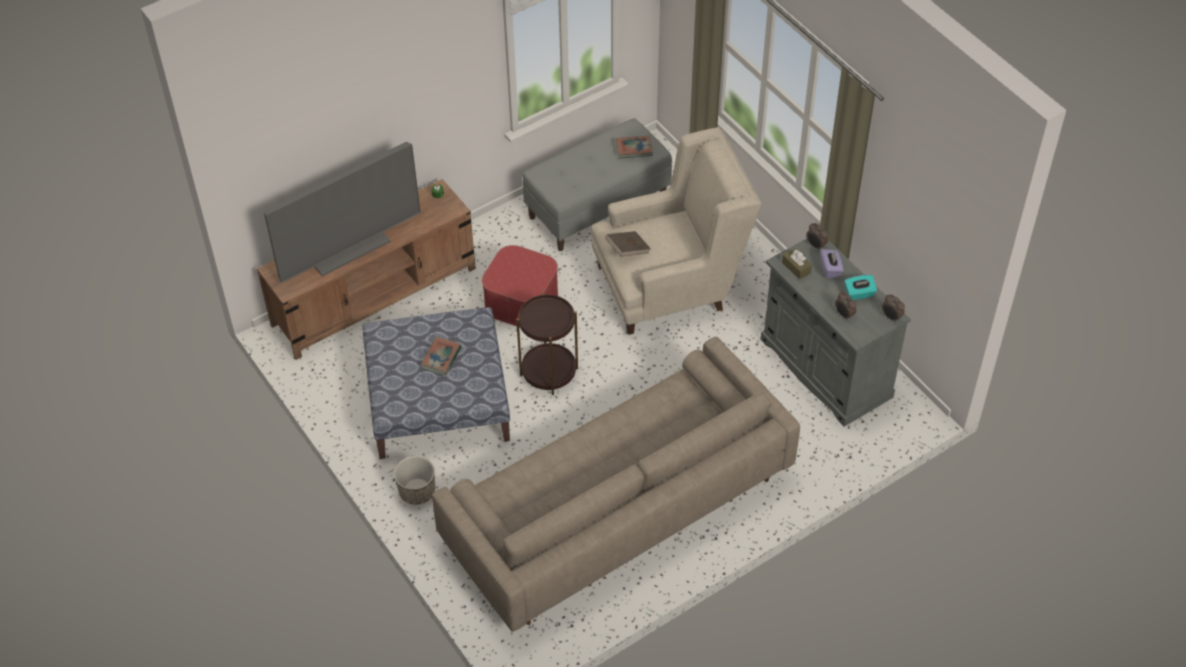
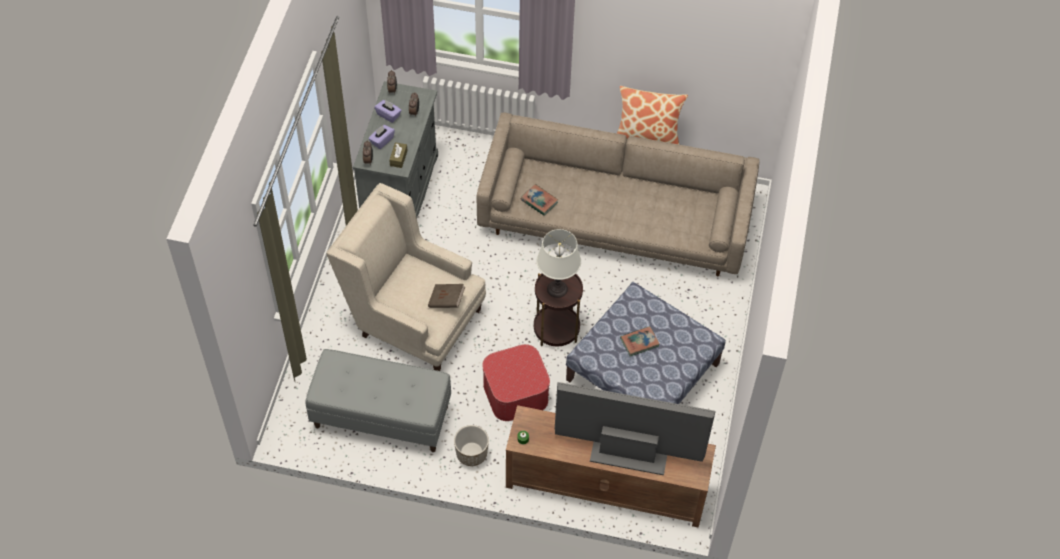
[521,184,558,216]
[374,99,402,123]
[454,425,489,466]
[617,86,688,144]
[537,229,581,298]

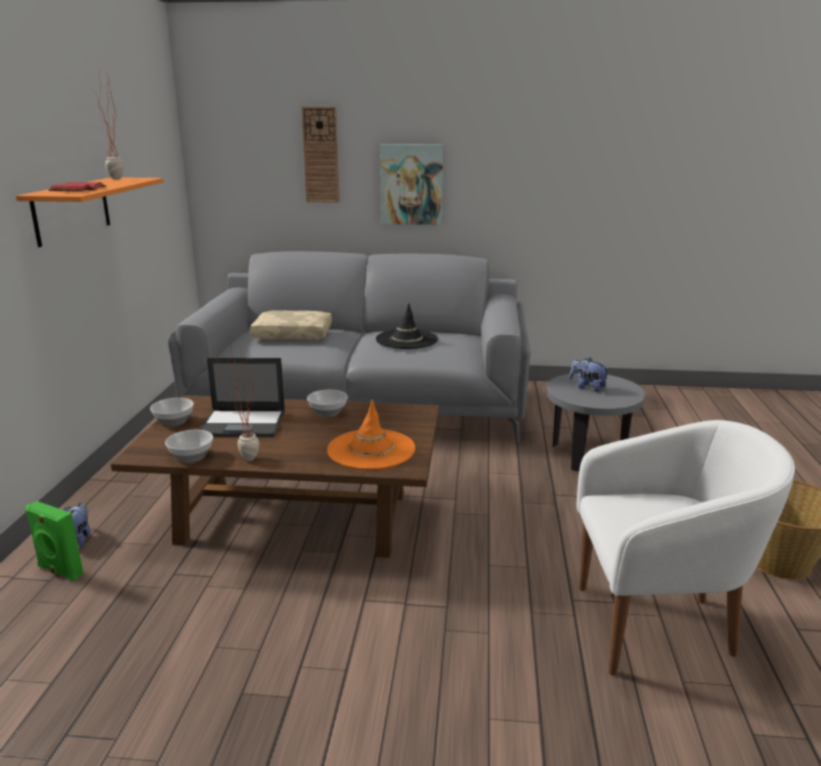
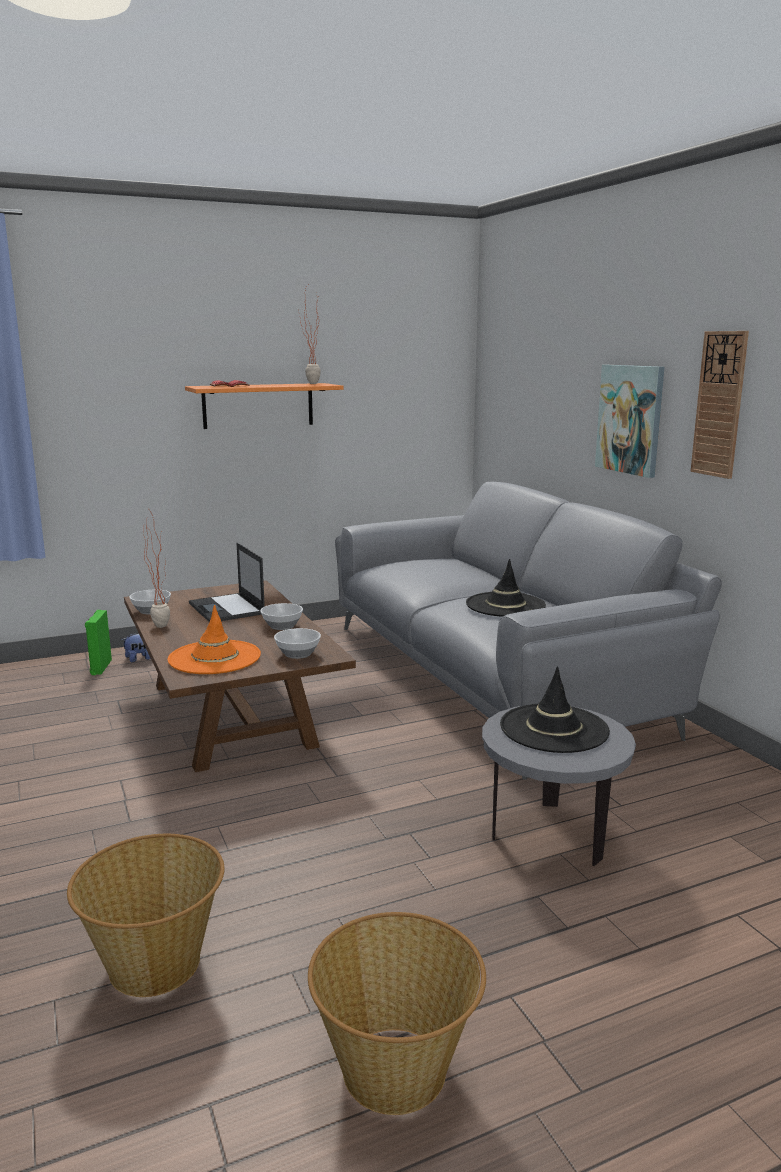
[690,331,749,479]
[250,310,332,340] (first image)
[500,666,610,753]
[274,628,321,659]
[67,834,224,997]

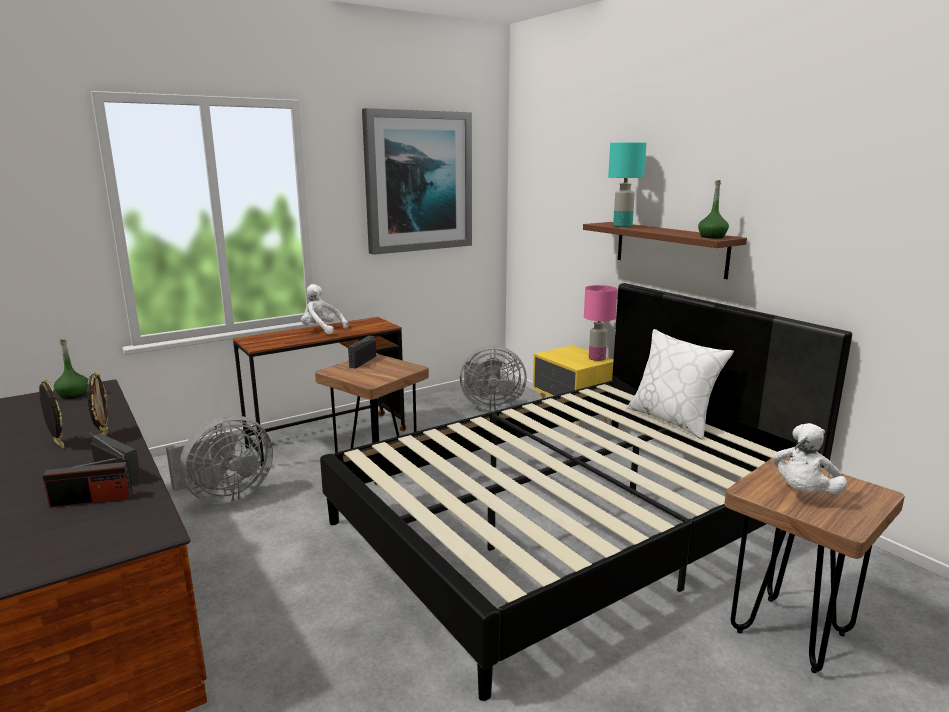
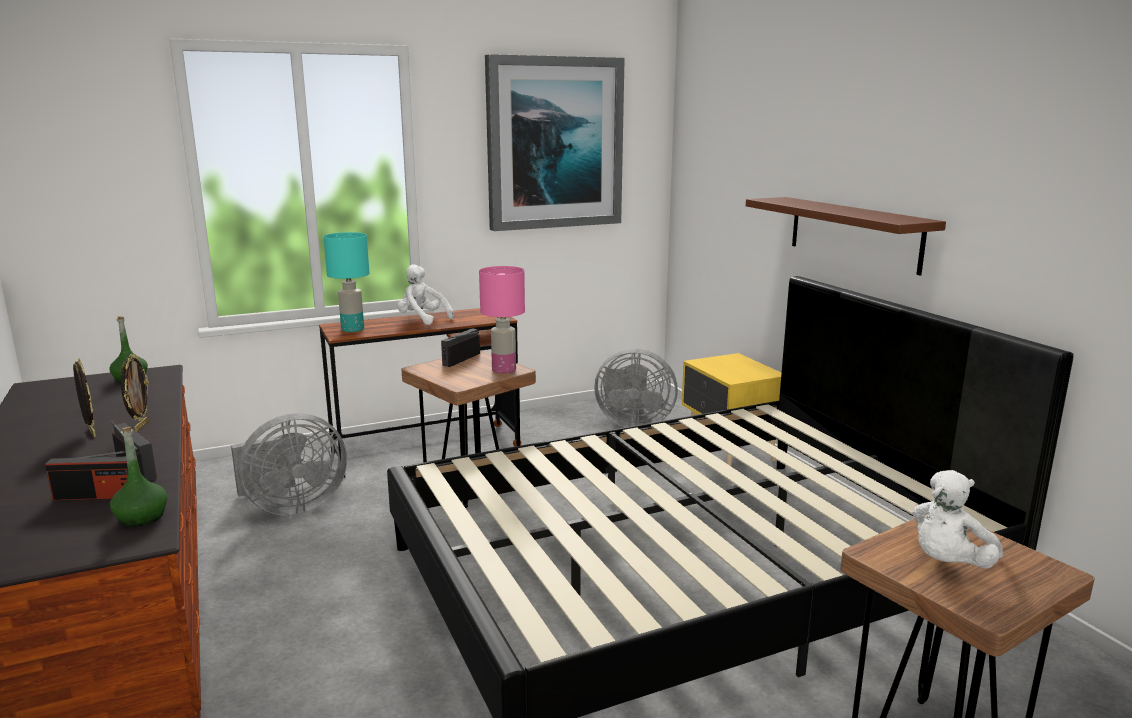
[323,232,370,332]
[110,427,168,527]
[479,266,525,373]
[627,329,734,440] (first image)

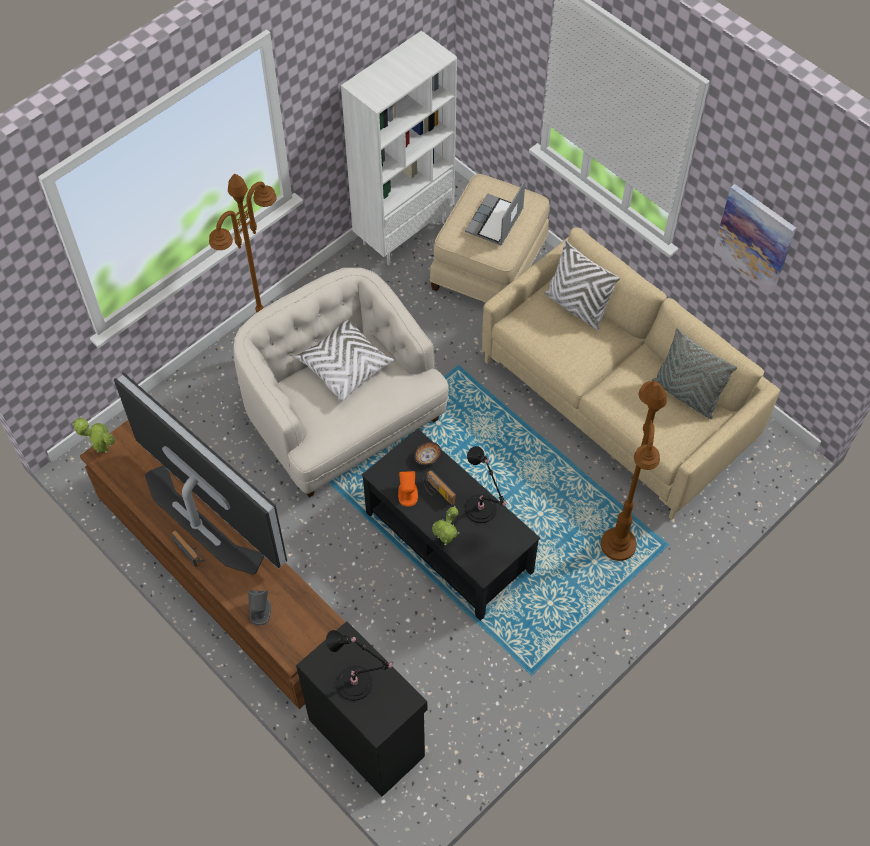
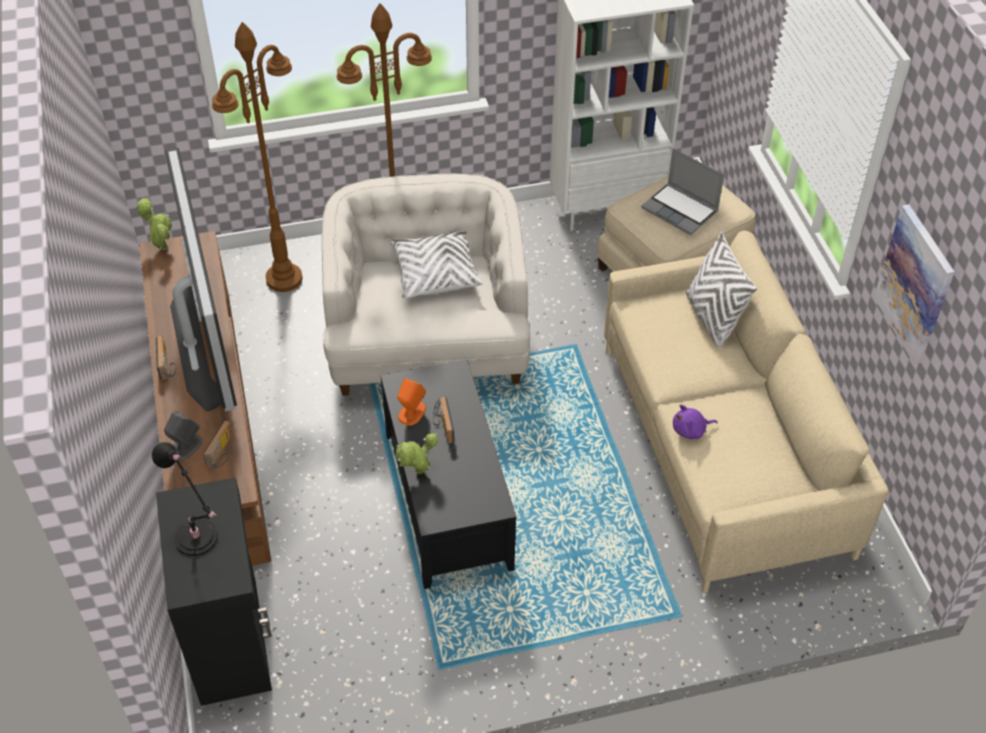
[641,148,724,235]
[652,328,737,419] (first image)
[212,22,303,292]
[414,442,441,465] (first image)
[465,446,508,523] (first image)
[673,405,718,439]
[203,420,233,468]

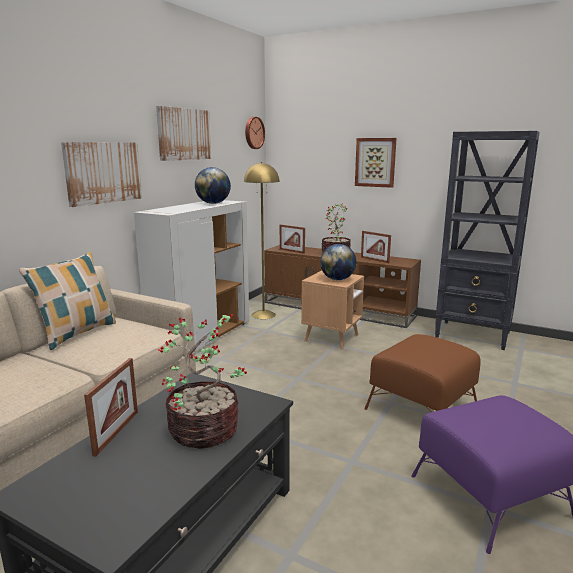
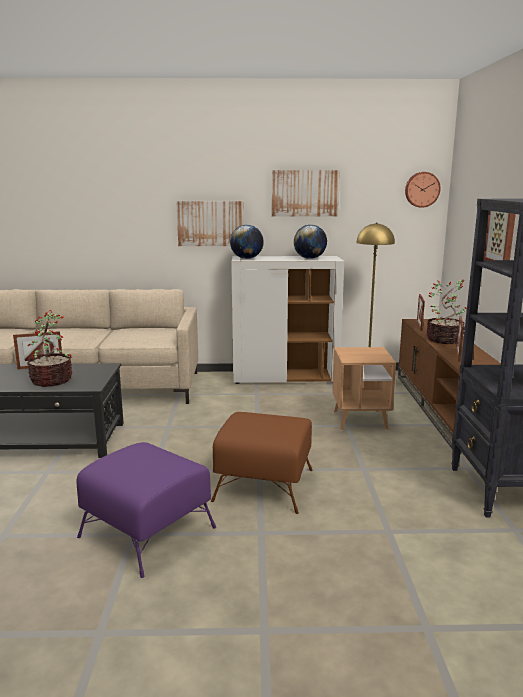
[230,225,264,259]
[19,252,116,350] (first image)

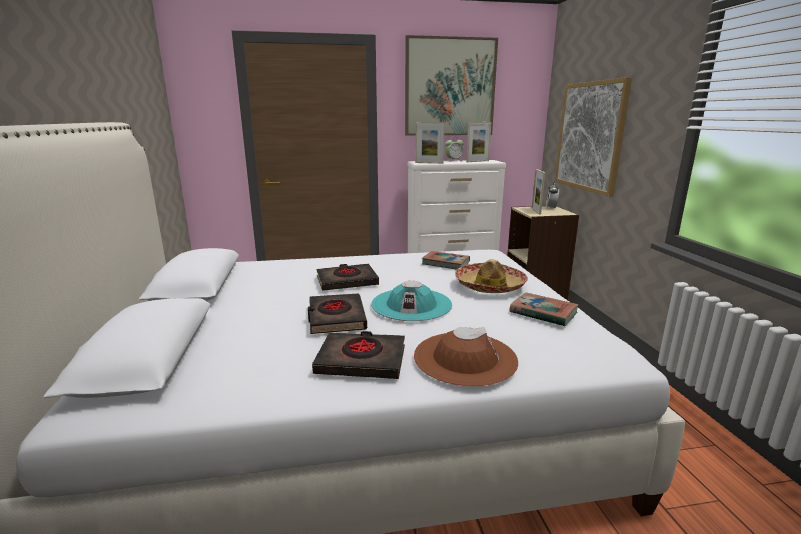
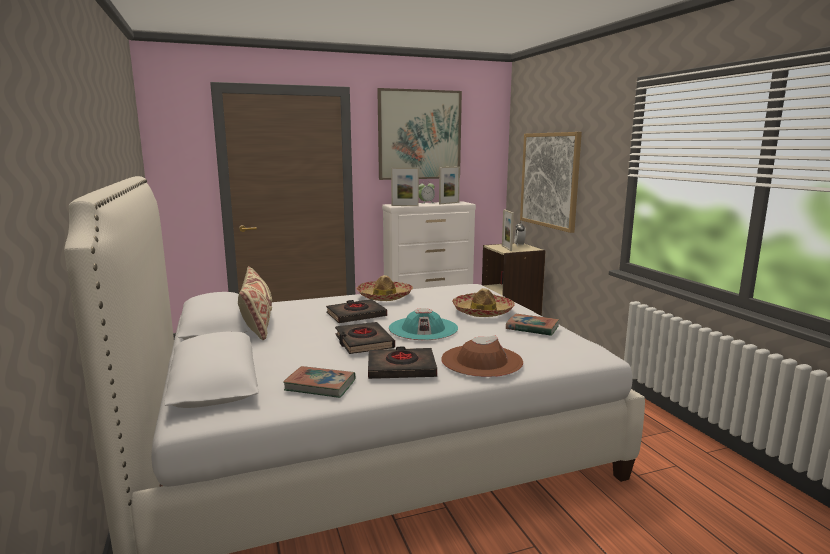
[283,366,355,398]
[238,266,272,340]
[356,275,413,301]

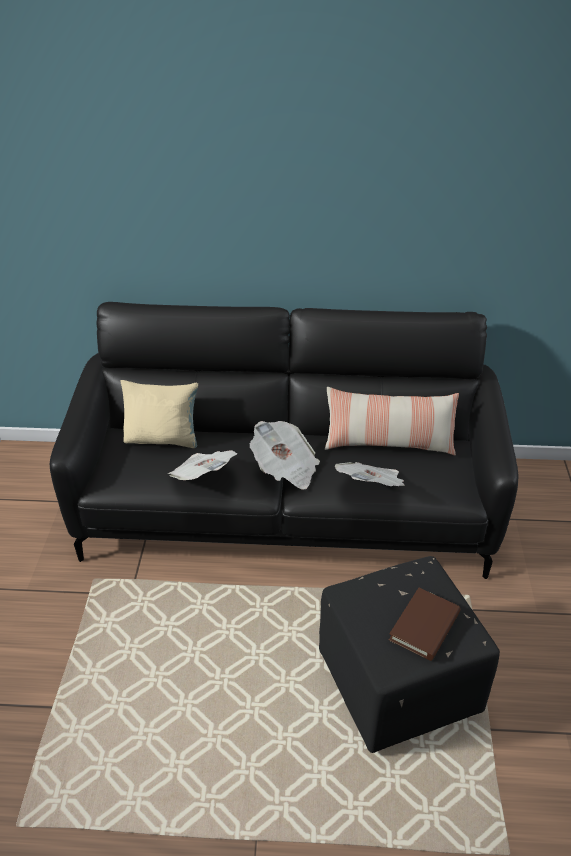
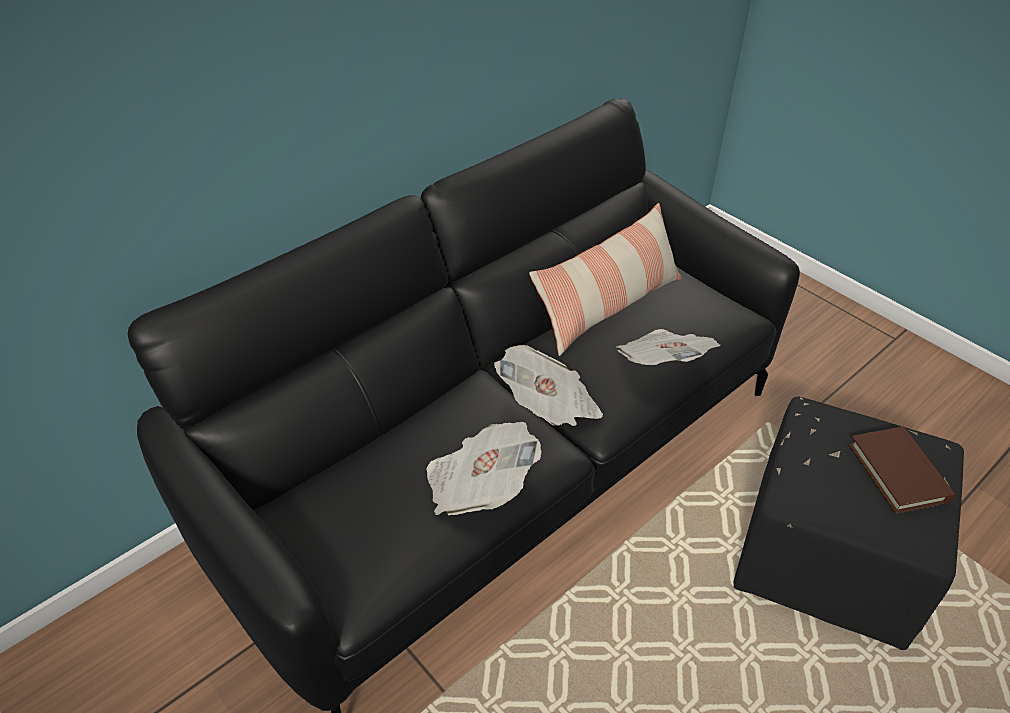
[121,380,198,448] (first image)

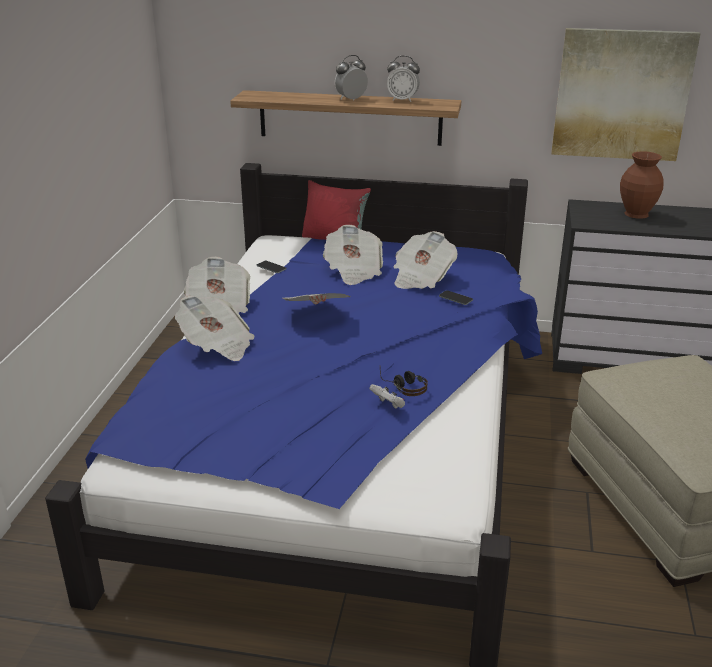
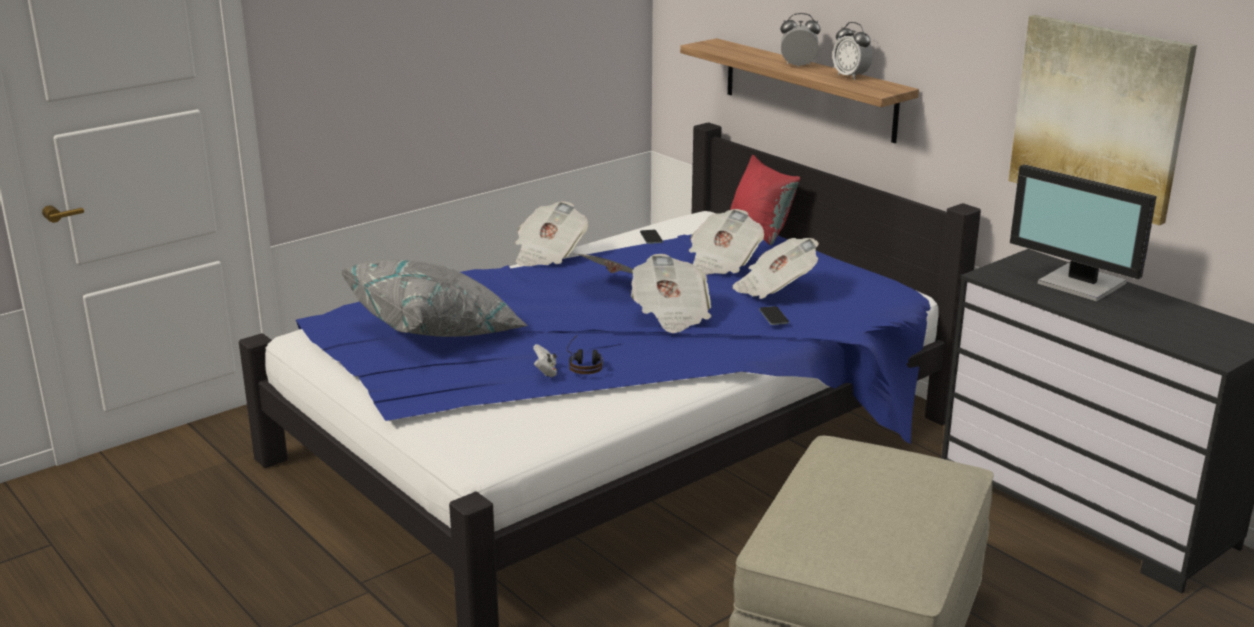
[1010,164,1157,302]
[631,254,711,333]
[340,260,528,337]

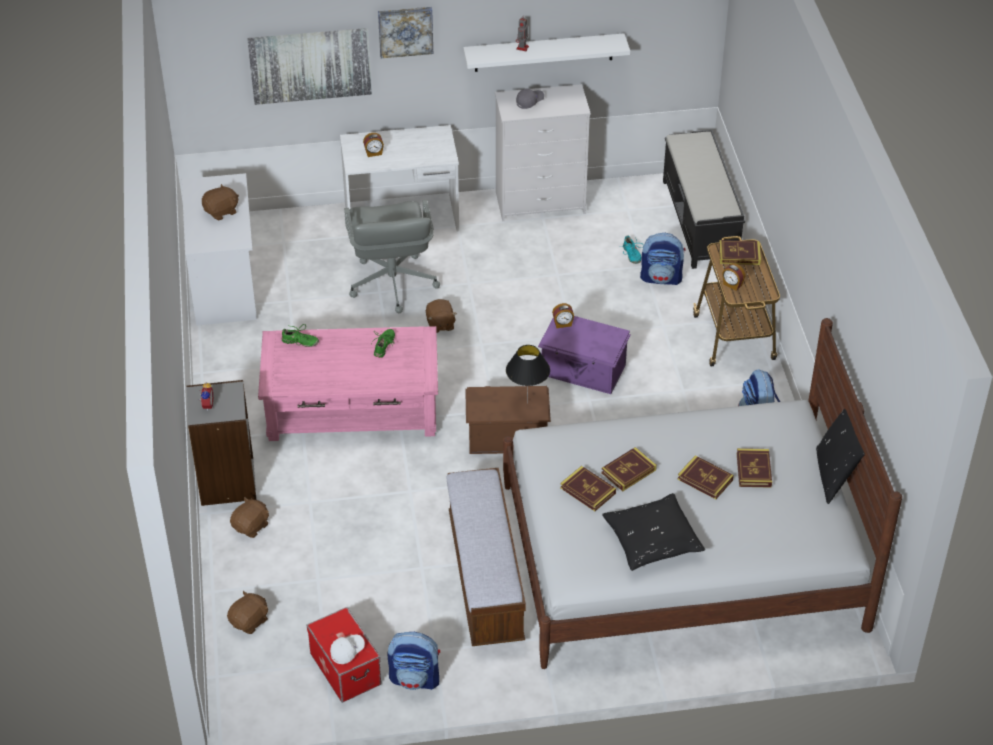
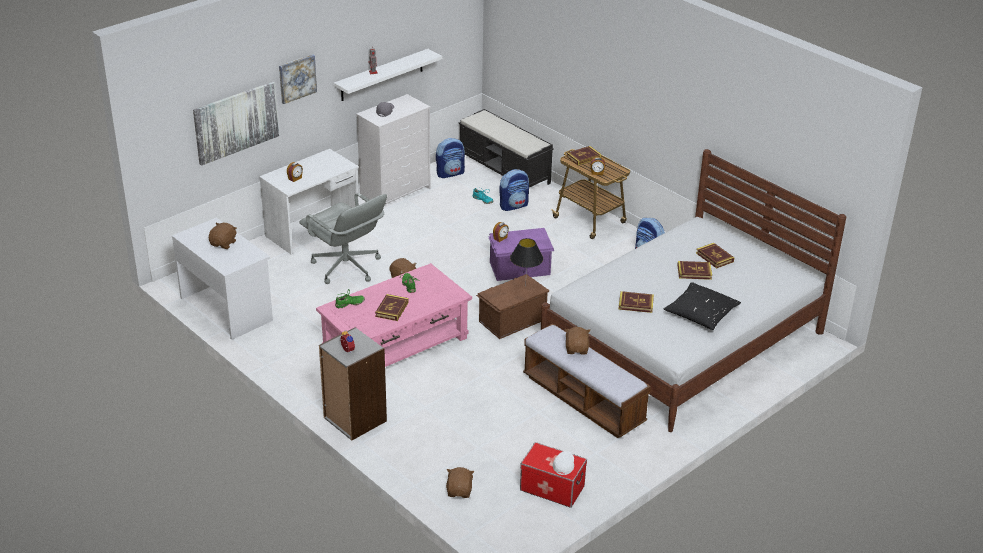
[816,409,865,504] (first image)
[375,294,409,321]
[565,327,591,355]
[436,138,465,178]

